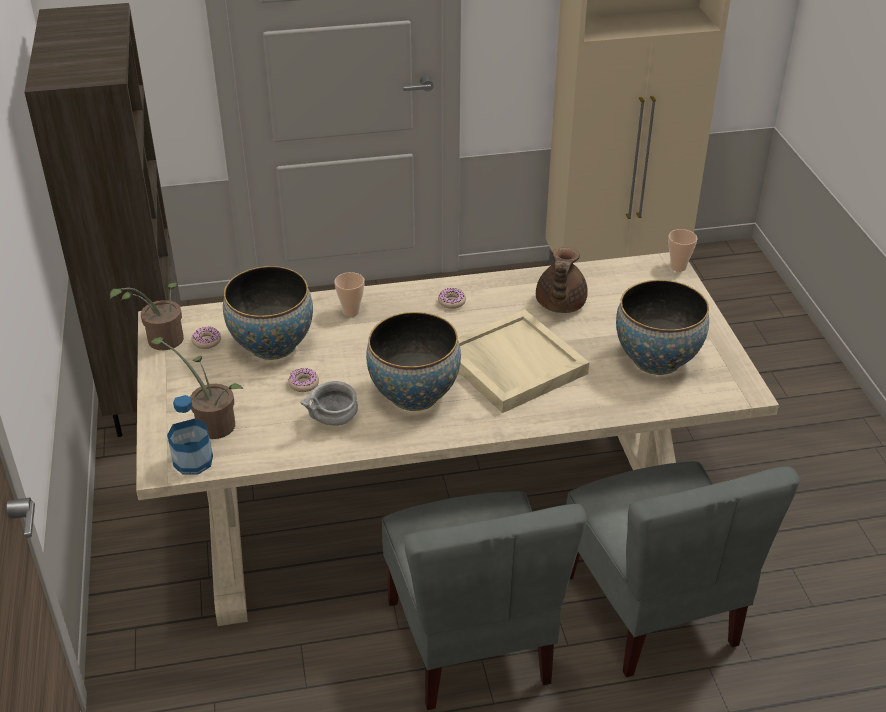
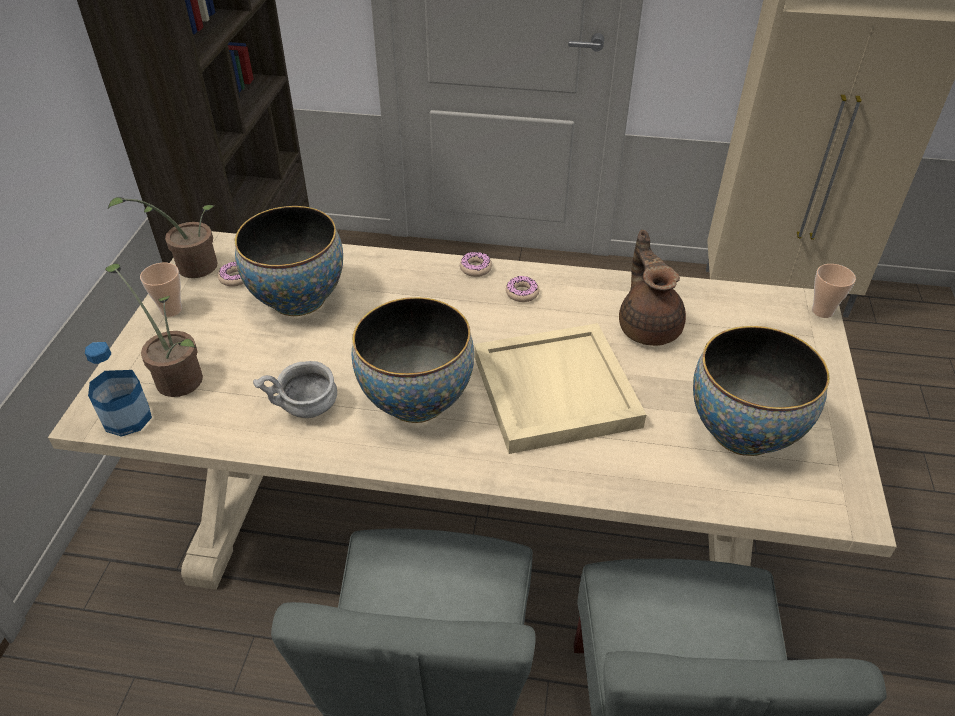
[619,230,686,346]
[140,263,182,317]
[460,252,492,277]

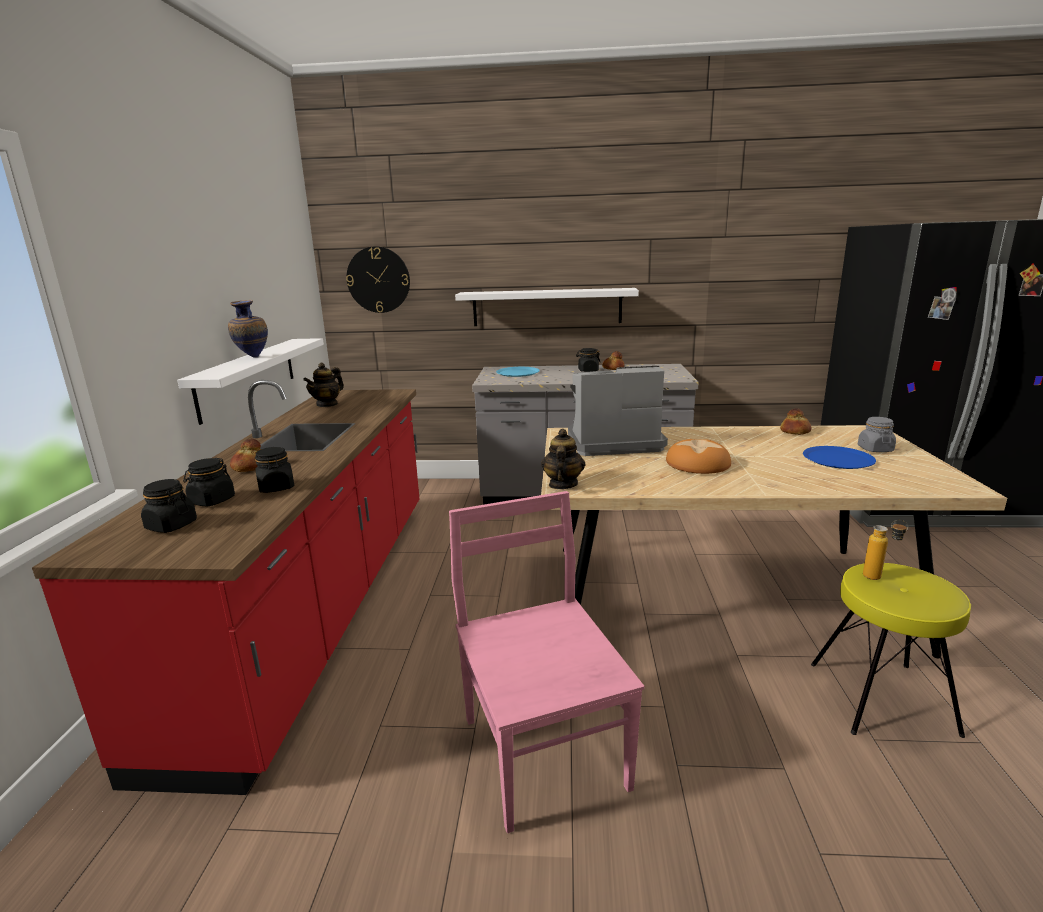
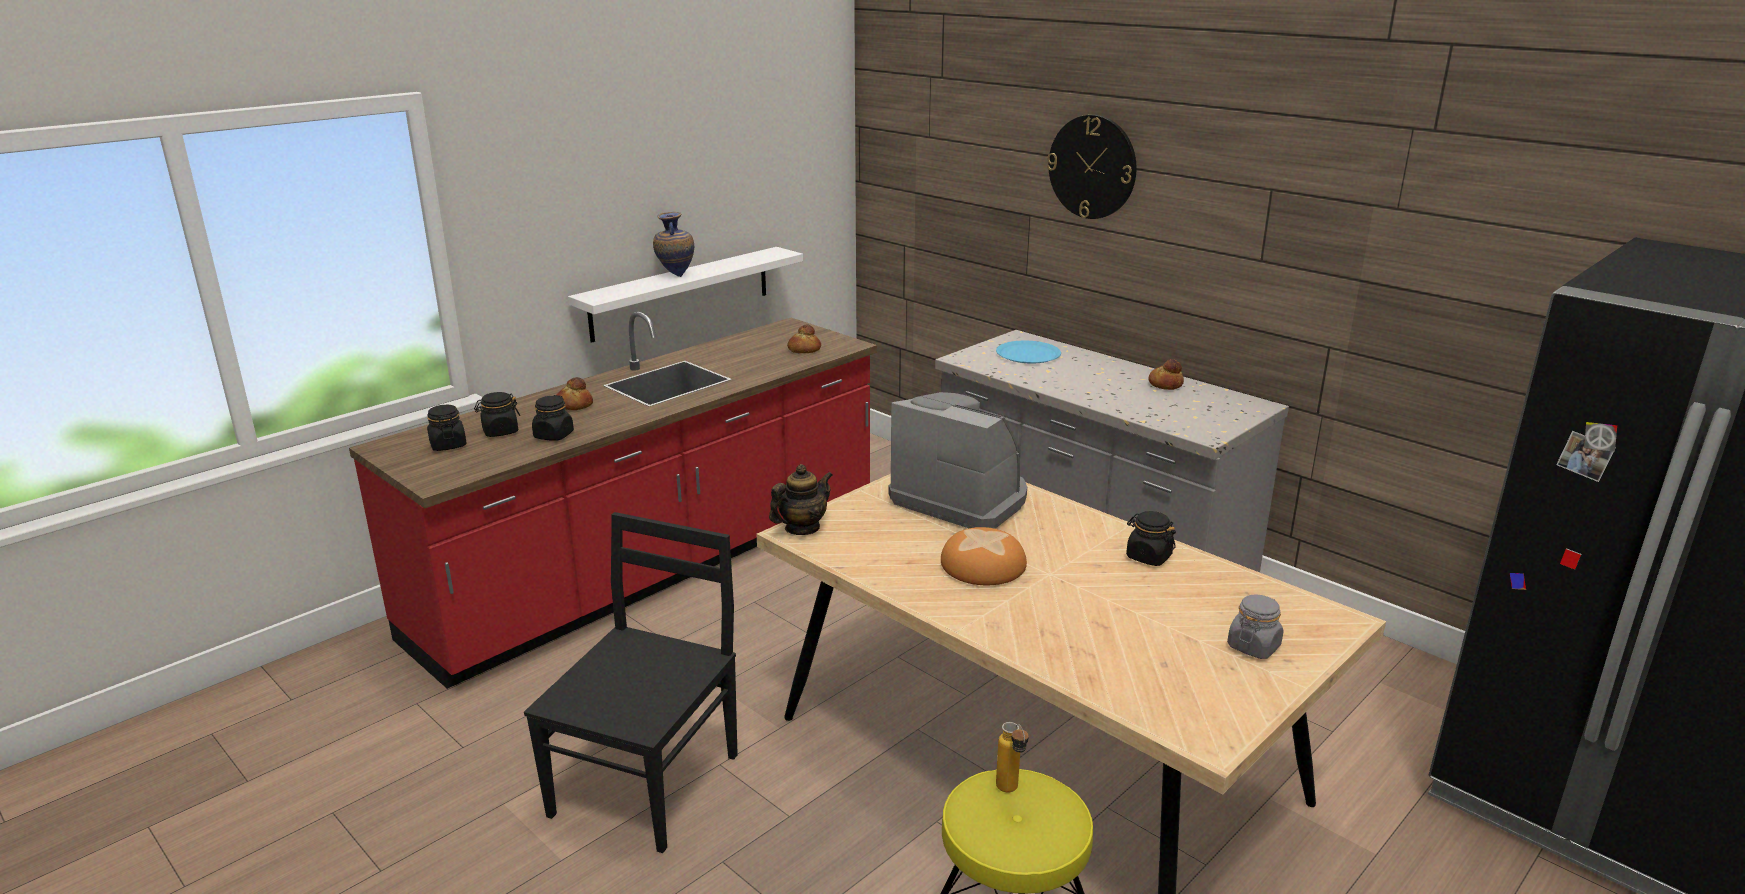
[1047,115,1137,219]
[455,288,639,326] (first image)
[1126,511,1176,566]
[303,362,344,407] (first image)
[787,324,821,353]
[803,446,876,469] (first image)
[524,512,738,853]

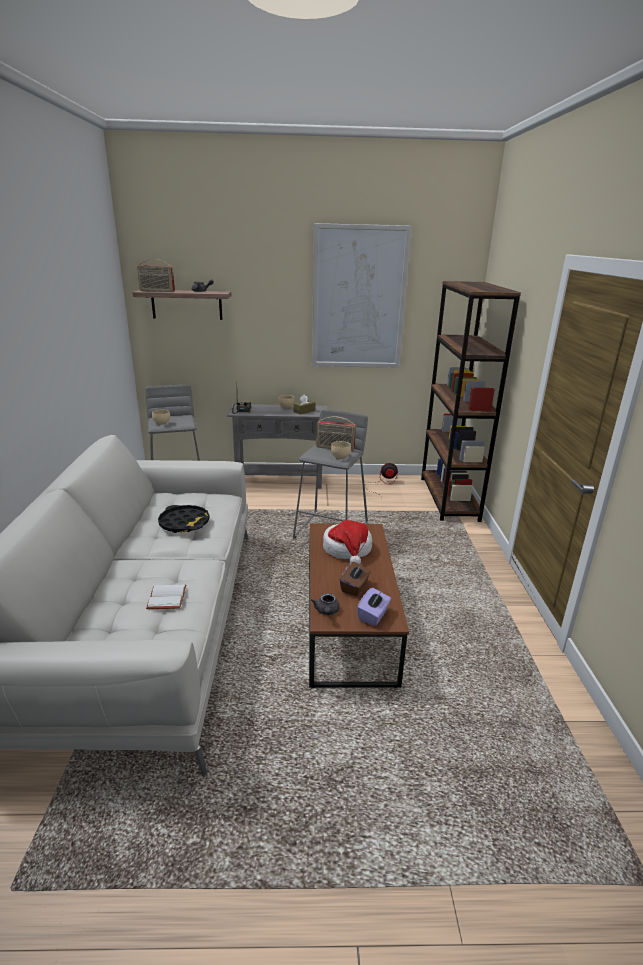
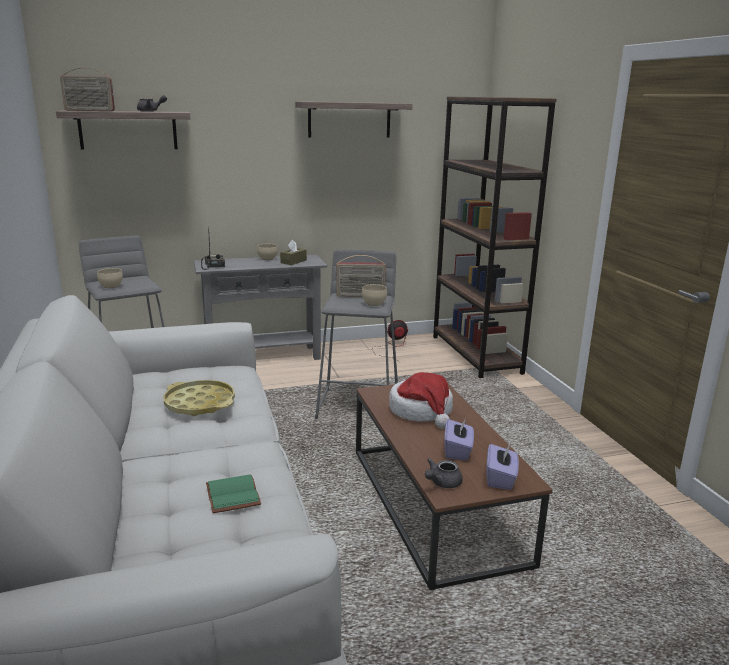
[295,101,413,138]
[164,380,235,416]
[444,419,474,460]
[206,474,261,513]
[425,458,463,488]

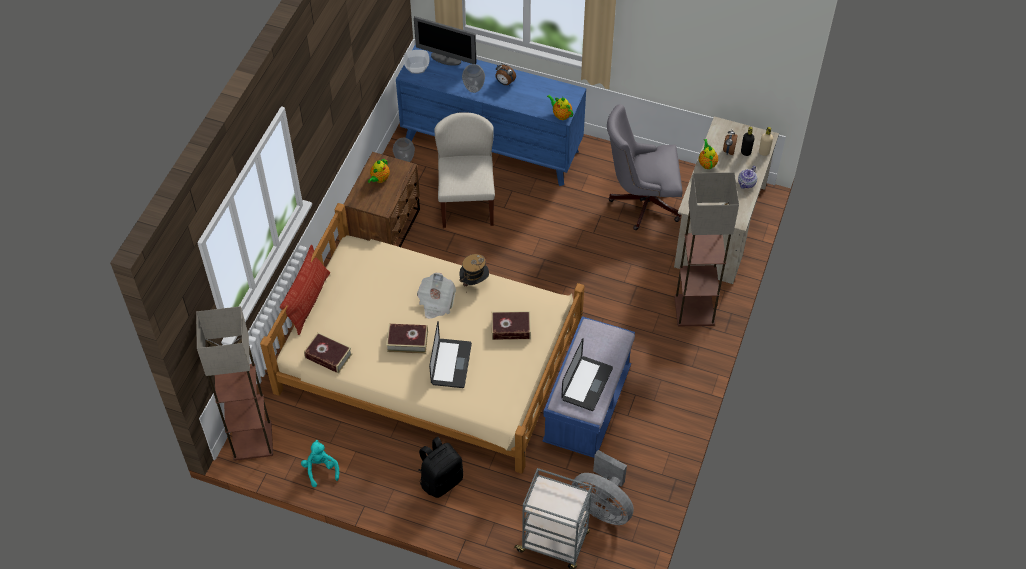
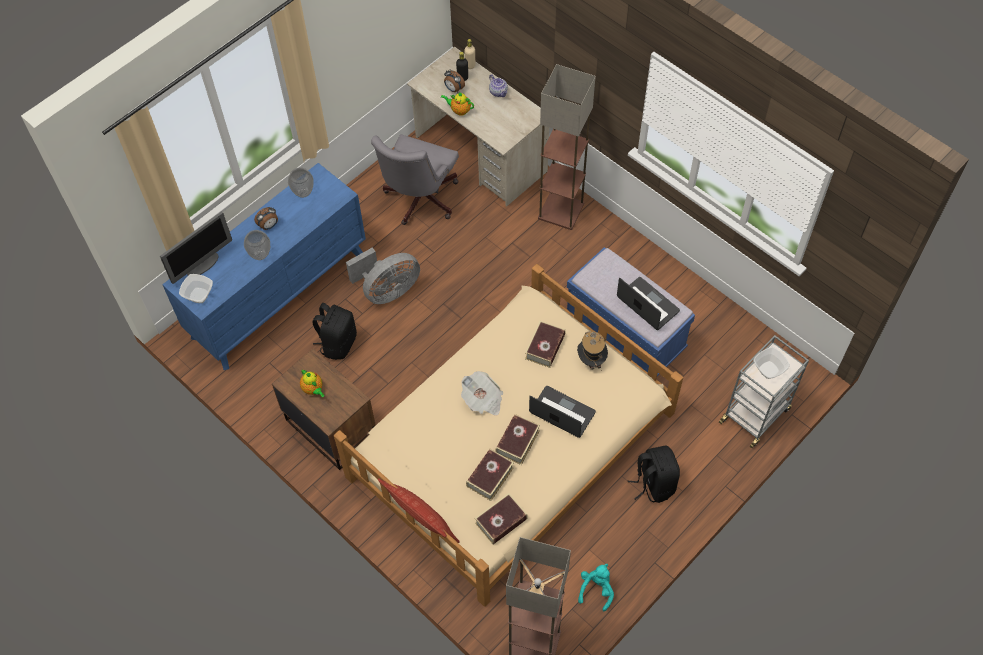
[547,95,573,120] (first image)
[312,303,357,360]
[288,167,313,198]
[577,331,608,372]
[578,564,614,611]
[346,247,420,304]
[753,347,790,379]
[466,449,514,501]

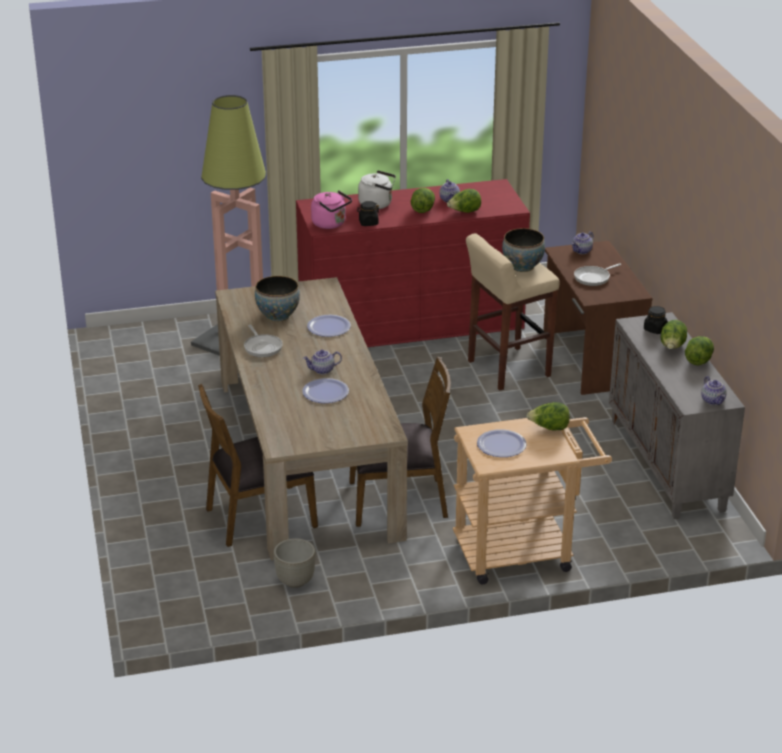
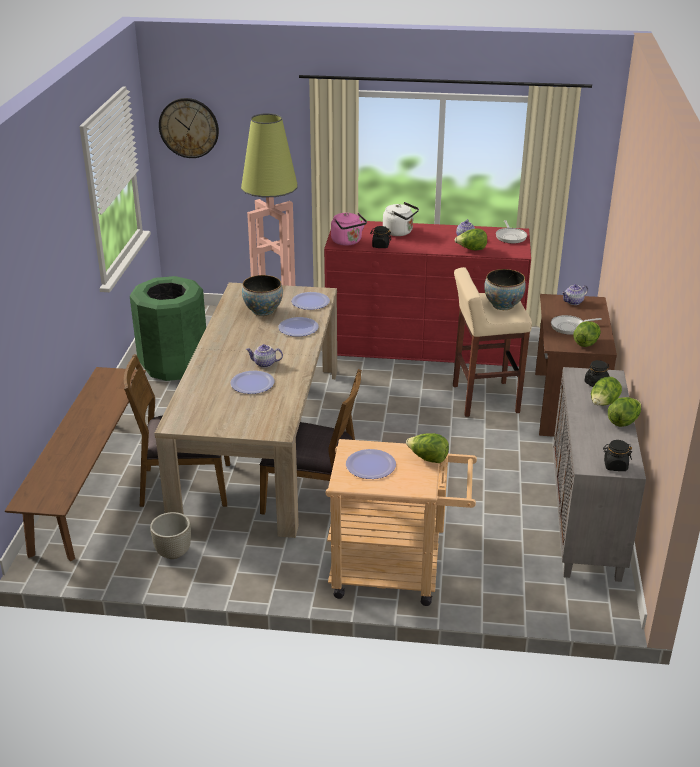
[573,321,601,347]
[496,220,527,243]
[603,440,632,471]
[159,98,219,158]
[130,276,206,381]
[291,292,330,310]
[5,367,146,561]

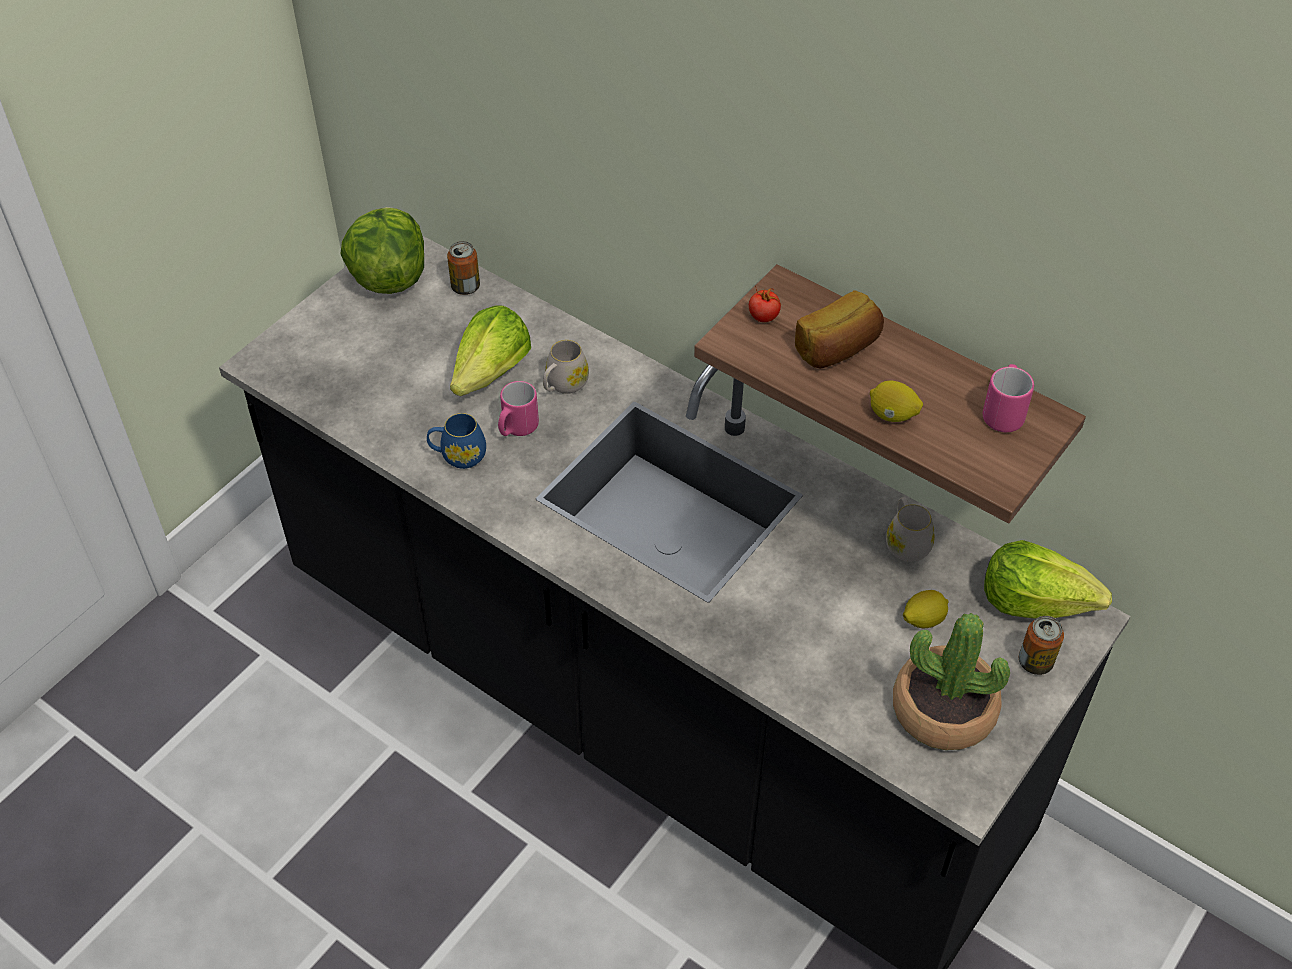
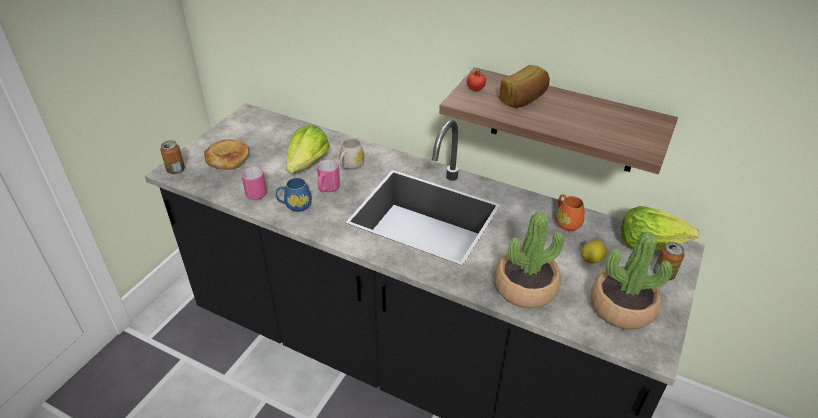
[340,207,424,294] (first image)
[160,140,185,174]
[241,166,267,200]
[870,381,923,422] (first image)
[556,194,585,231]
[204,139,249,170]
[494,212,564,308]

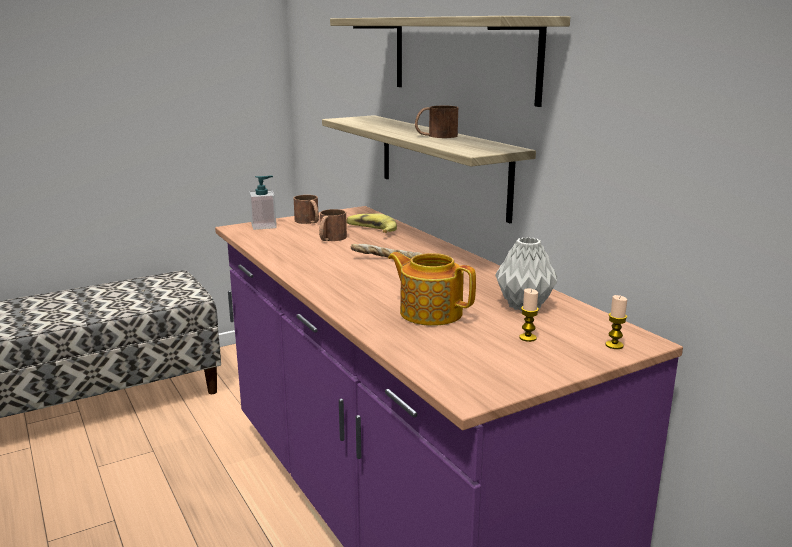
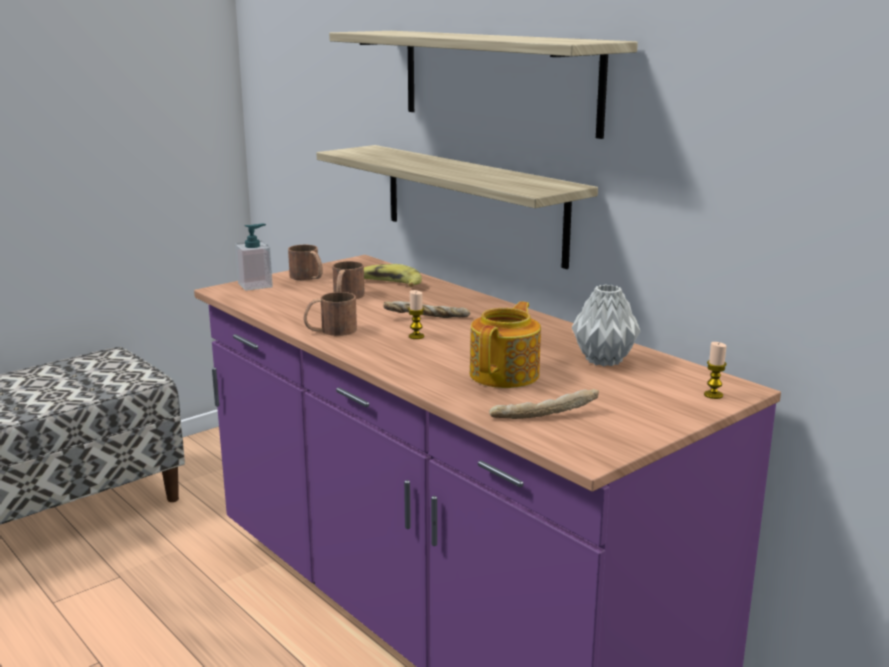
[304,292,357,336]
[470,301,541,388]
[408,290,424,339]
[489,389,599,419]

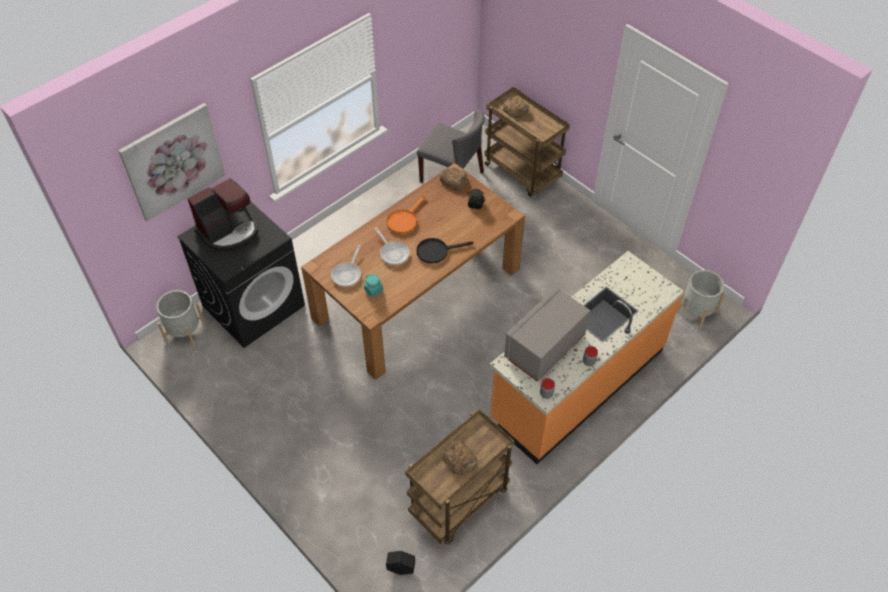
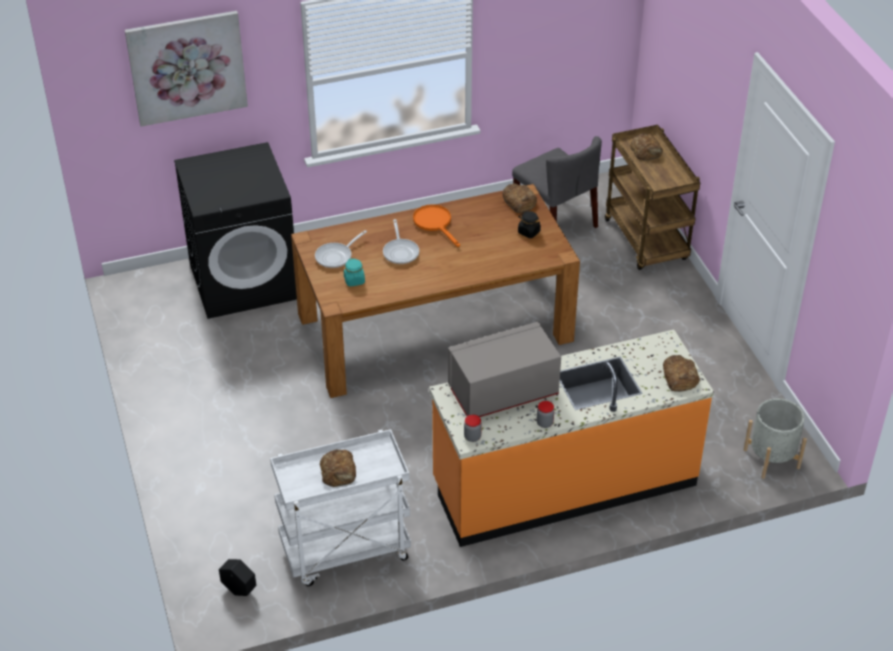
[187,178,258,252] (first image)
[413,204,460,247]
[416,238,473,264] (first image)
[156,290,205,347] (first image)
[270,429,411,586]
[663,355,700,392]

